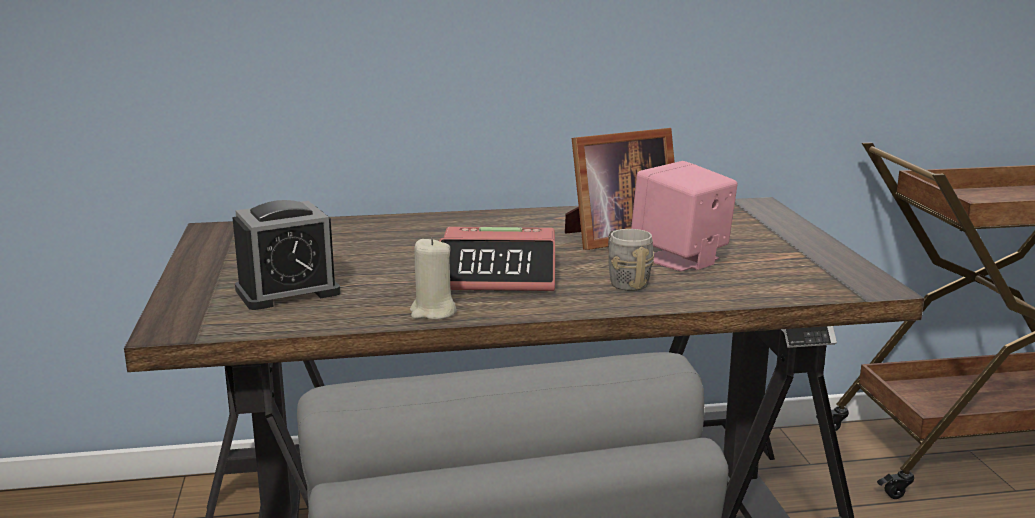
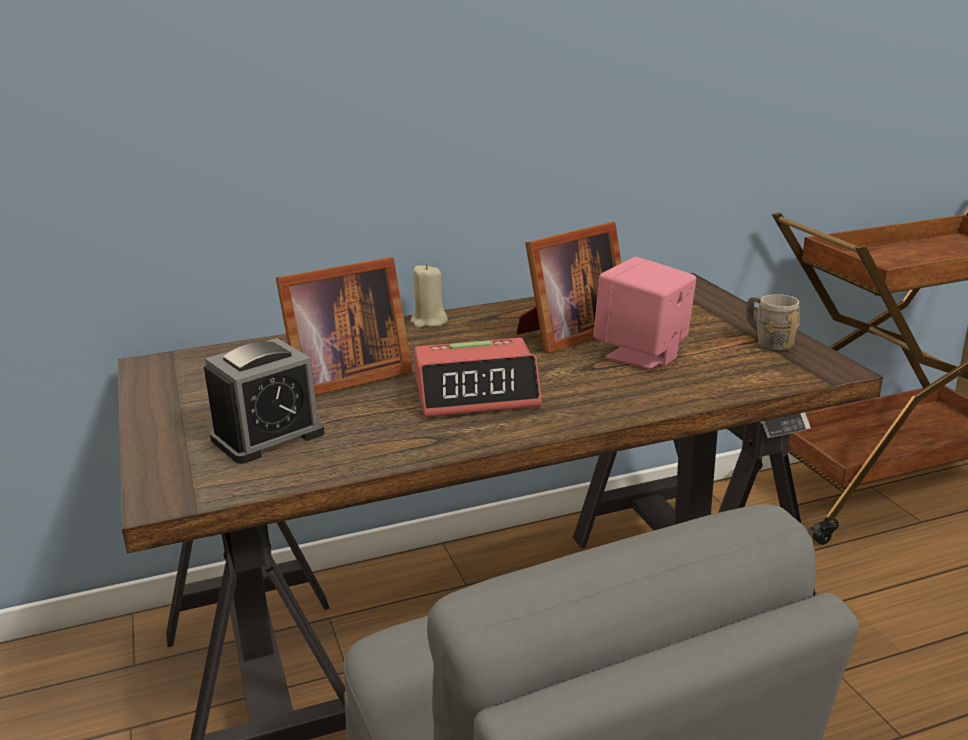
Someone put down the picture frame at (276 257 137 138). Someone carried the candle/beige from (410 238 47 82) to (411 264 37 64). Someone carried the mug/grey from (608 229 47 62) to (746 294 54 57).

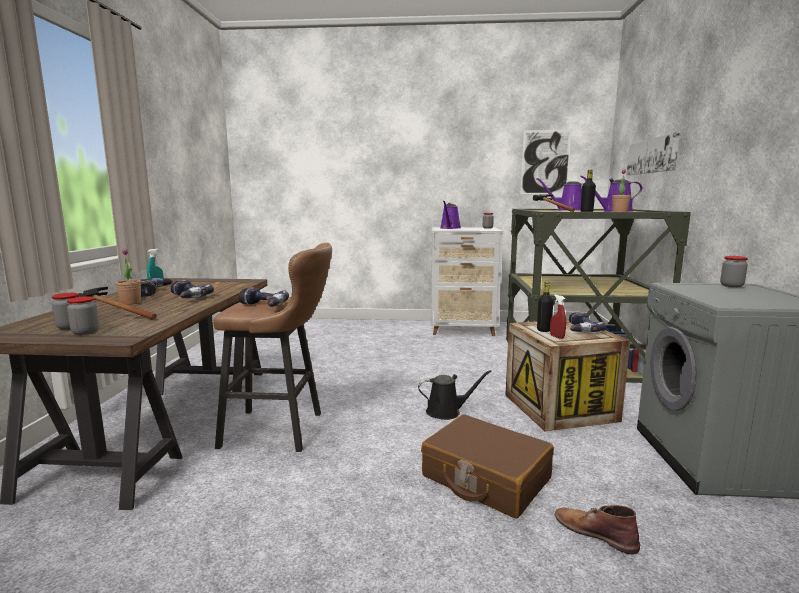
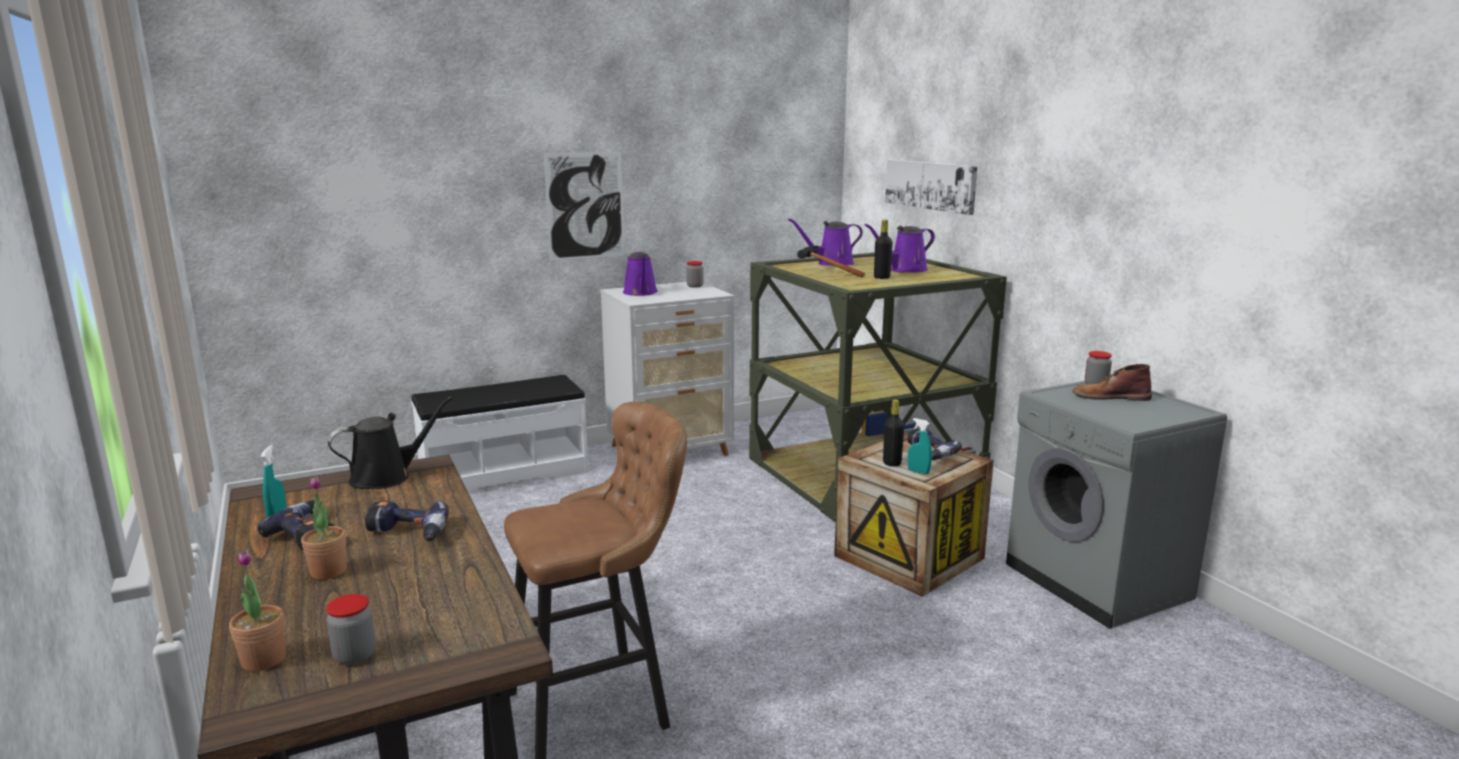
Someone carried the potted plant from (612 169 19 43) to (229 550 57 121). Someone carried the watering can/black from (418 370 74 50) to (328 397 125 92). Someone put down the bench/white at (411 375 177 118). Someone carried the picture from (520 130 52 64) to (544 152 80 109). Someone repainted the spray bottle/red at (550 295 16 44), which became the spray bottle/turquoise at (908 418 24 56). Someone carried the boot/brown from (555 505 85 50) to (1072 364 80 37). Someone took away the jar at (67 296 32 39). Someone took away the hammer at (77 287 80 33). Someone took away the power drill at (239 287 50 20). Someone took away the suitcase/brown at (421 414 133 104).

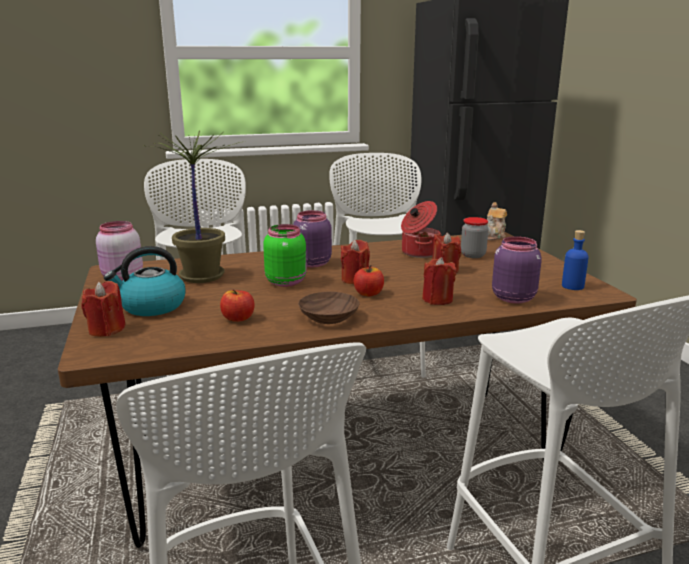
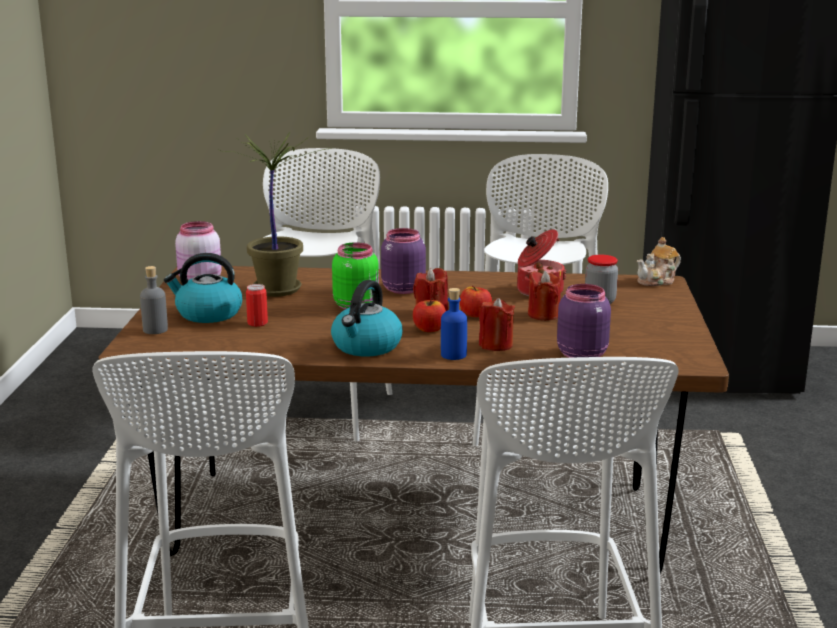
Someone swapped the candle/red at (82 281 44 56) for the bottle/grey at (140 266 28 68). Someone put down the can at (246 284 22 43). Someone swapped the bowl/brown at (298 292 62 32) for the kettle at (331 280 72 76). Someone carried the bottle/blue from (562 230 26 60) to (441 288 26 72). Someone carried the apple from (220 290 35 32) to (460 286 32 31).

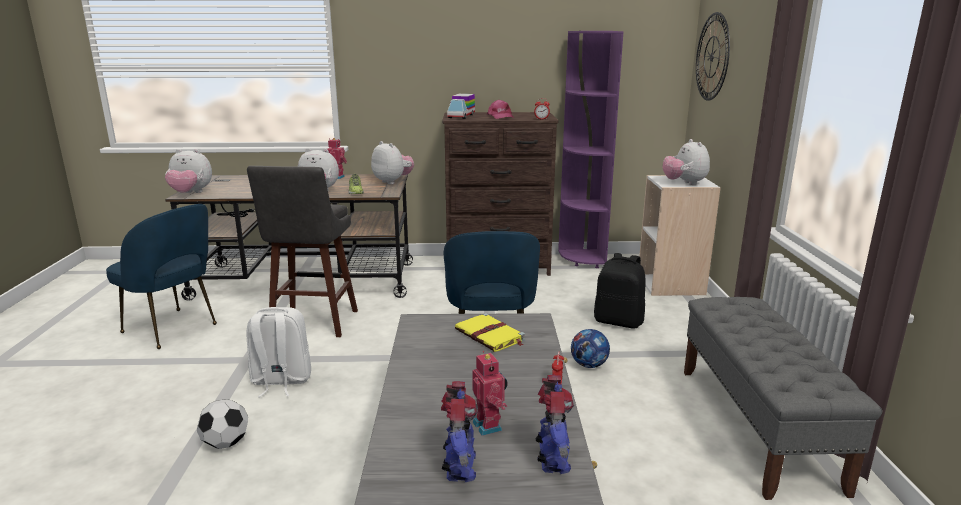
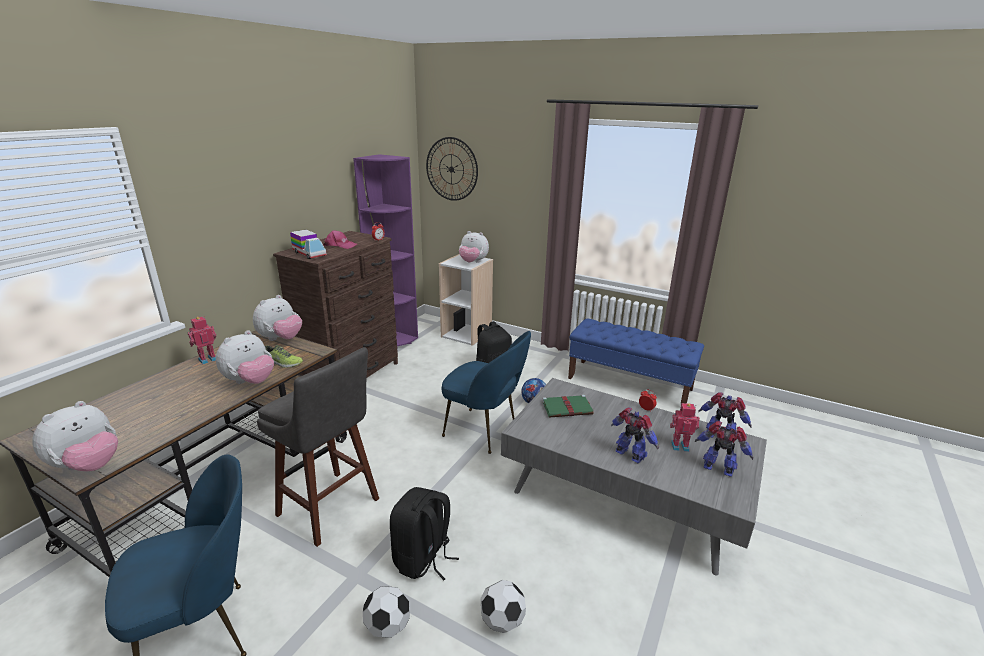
Someone rotated the plush toy at (371 141 43 43) by 135 degrees clockwise. Someone put down the football at (363 586 47 52). Someone repainted the backpack/white at (246 307 65 90), which became the backpack/black at (390 487 69 93). Someone repainted the book/yellow at (455 313 70 39), which became the book/green at (542 395 51 22). Someone repainted the bench/grey at (684 297 198 203), which became the bench/blue at (568 319 136 85). Someone put down the toy robot at (611 407 48 56).

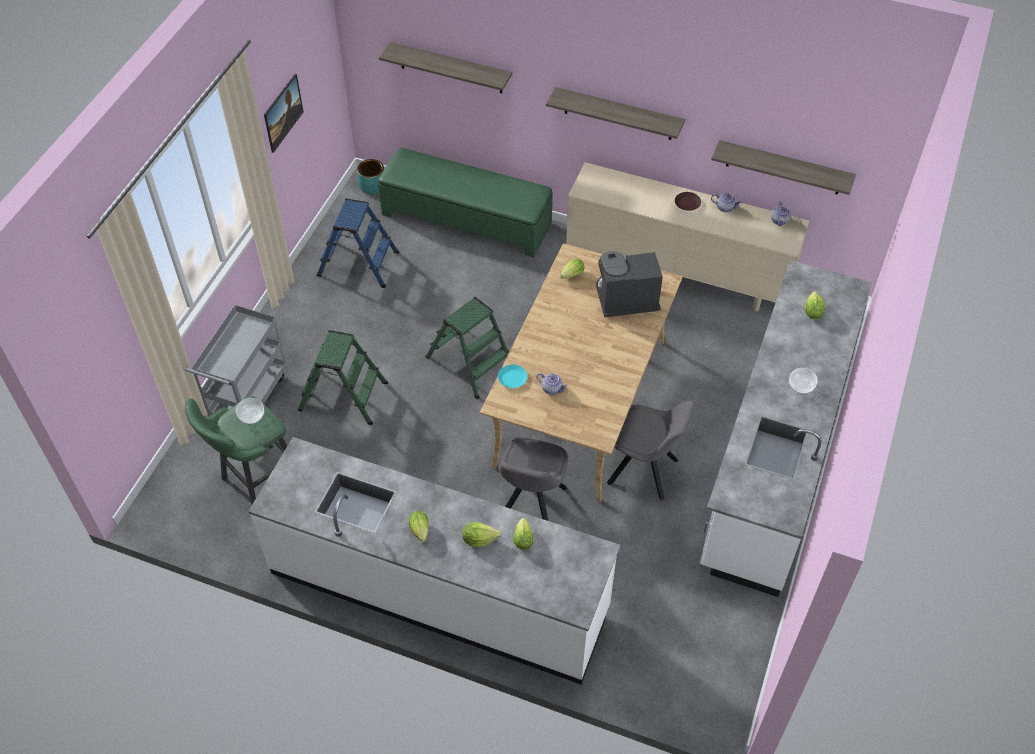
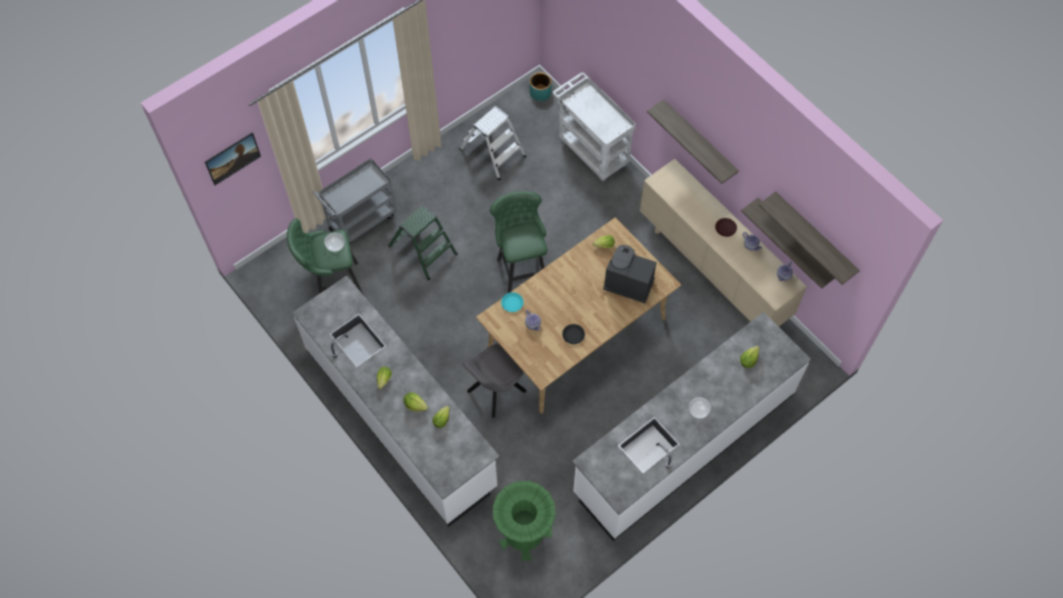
Someone carried the picture from (264 74 39 79) to (205 132 56 53). Someone repainted the step ladder/blue at (317 199 82 89), which became the step ladder/white at (459 106 67 75). Someone swapped the step ladder/green at (425 297 84 103) for the stool/green at (490 191 57 102). Someone put down the trash can/green at (493 481 63 80). Someone swapped the bench/green at (378 148 175 109) for the cart/white at (553 72 83 110). Someone put down the plate/black at (562 324 23 20). Someone carried the shelf from (379 42 133 51) to (759 191 101 94). Someone took away the chair/grey at (607 401 88 100).

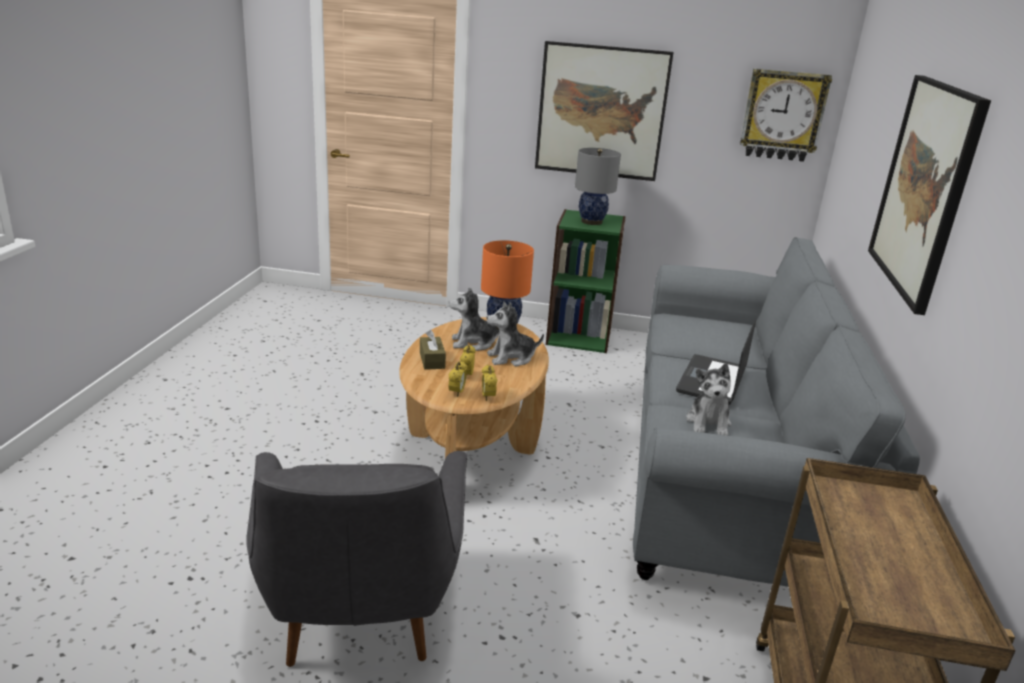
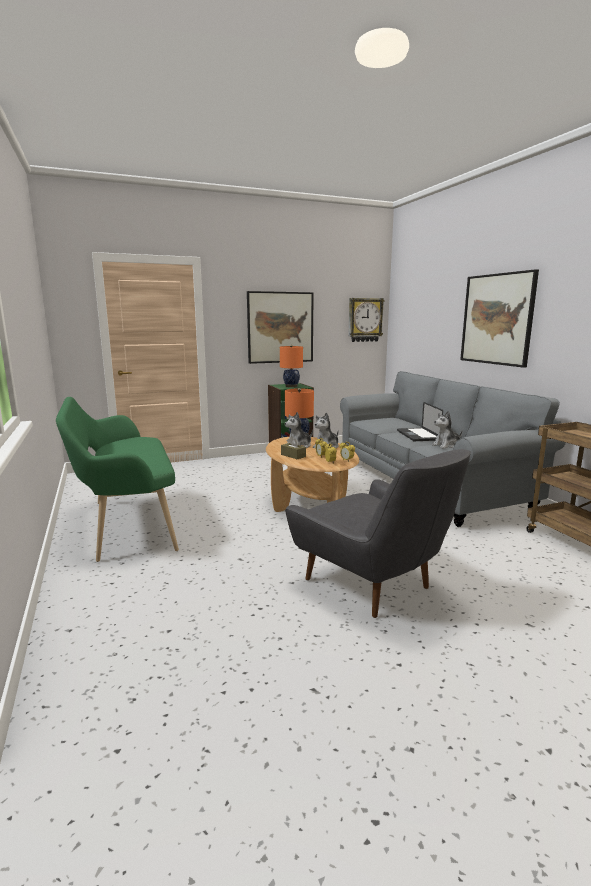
Someone put down the bench/green at (56 397 123 165). Someone repainted the table lamp/grey at (575 148 46 77), which became the table lamp/orange at (280 345 23 42). Someone rotated the plush toy at (686 363 45 73) by 90 degrees clockwise.

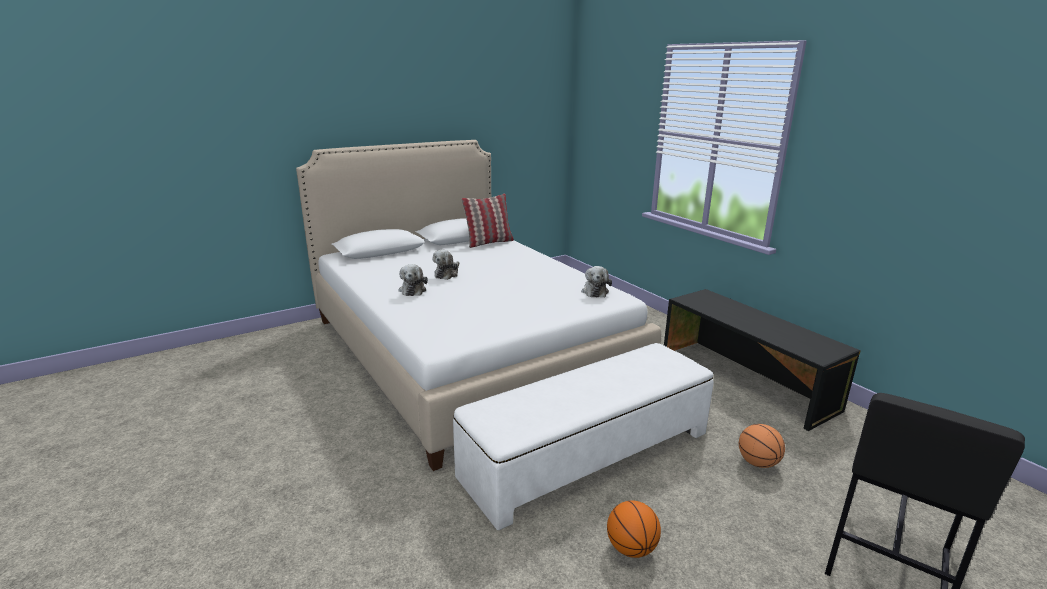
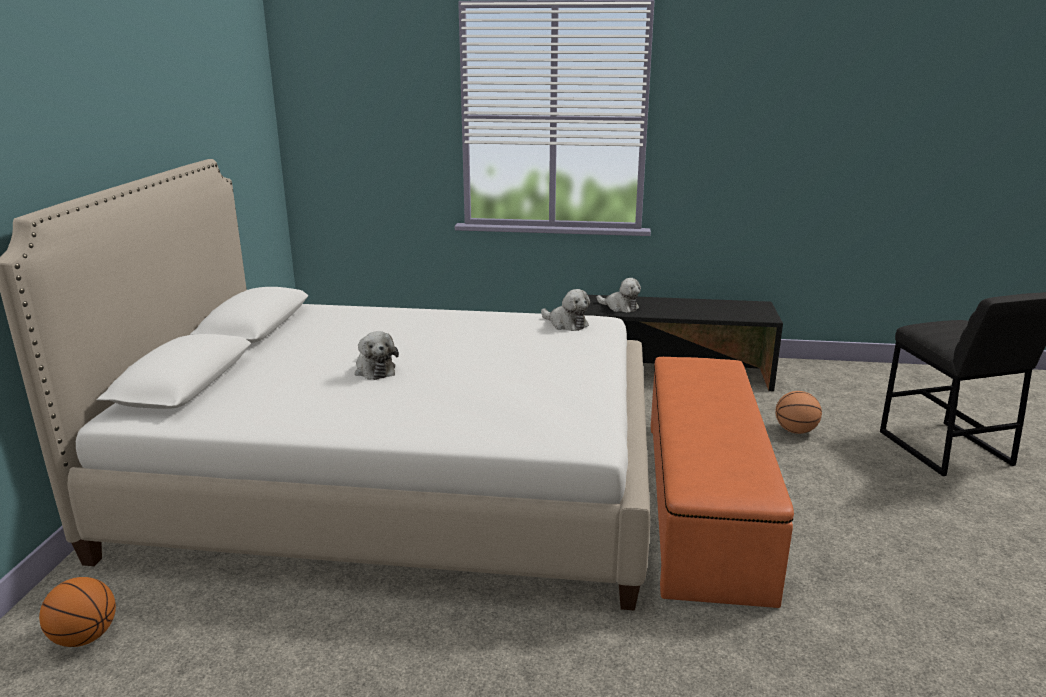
Someone carried the basketball from (607 500 54 58) to (39 577 77 70). Someone carried the plush toy from (398 264 30 32) to (597 278 44 35). Someone repainted the bench/white at (453 343 261 187), which became the bench/orange at (651 357 143 251). Someone took away the pillow at (461 193 53 55).

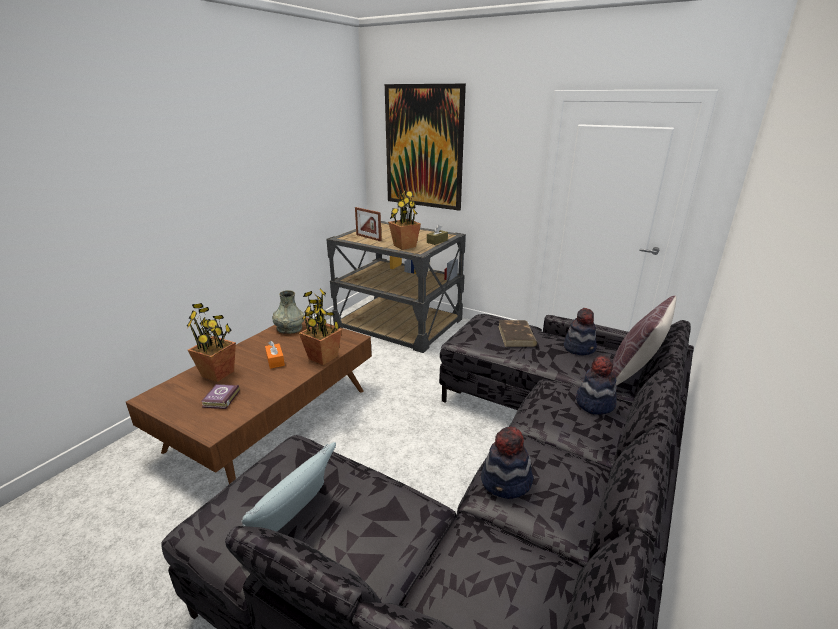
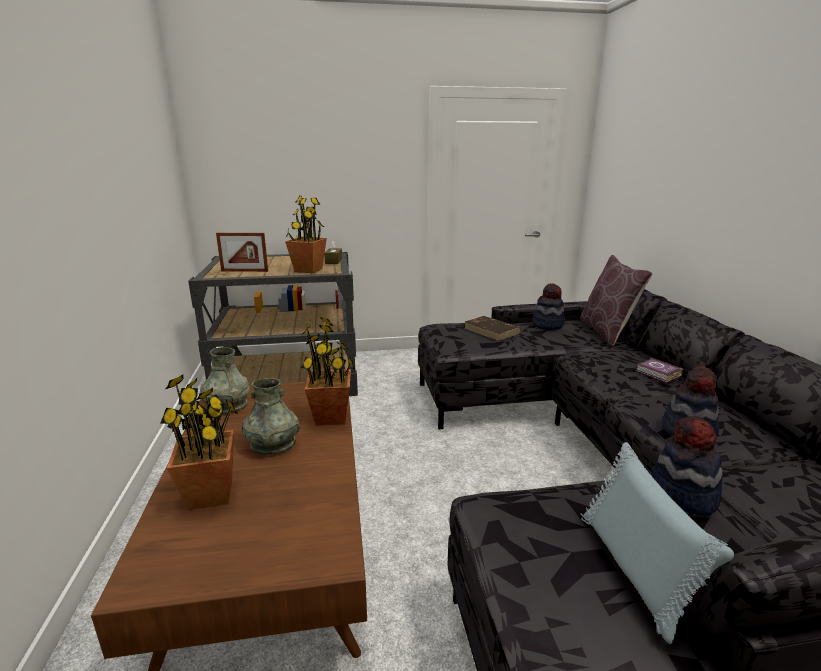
Someone swapped the tissue box/orange at (265 341 20 28) for the vase/grey at (242 378 58 77). Someone carried the book from (201 384 39 25) to (635 358 48 26). Someone carried the hat from (576 355 41 60) to (651 416 72 100). Someone took away the picture at (385 84 81 127).

